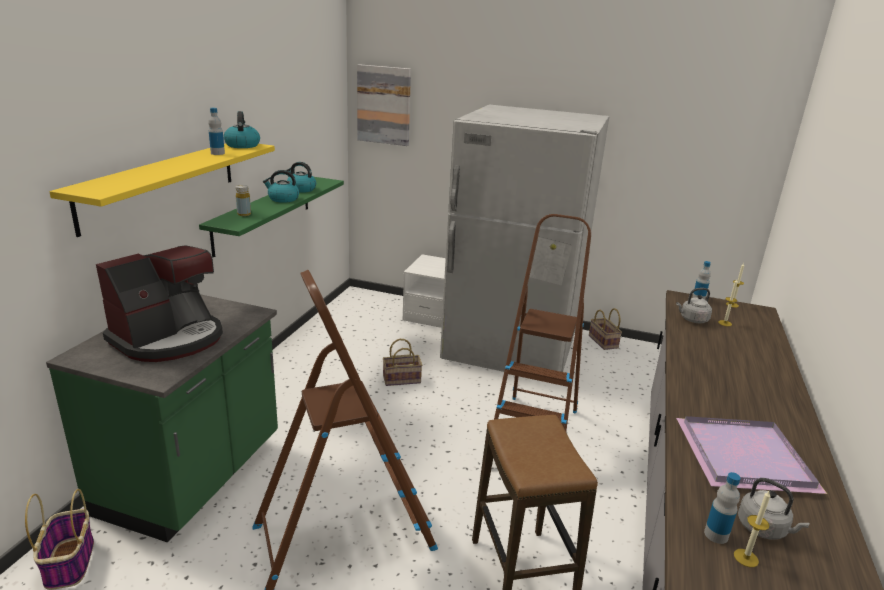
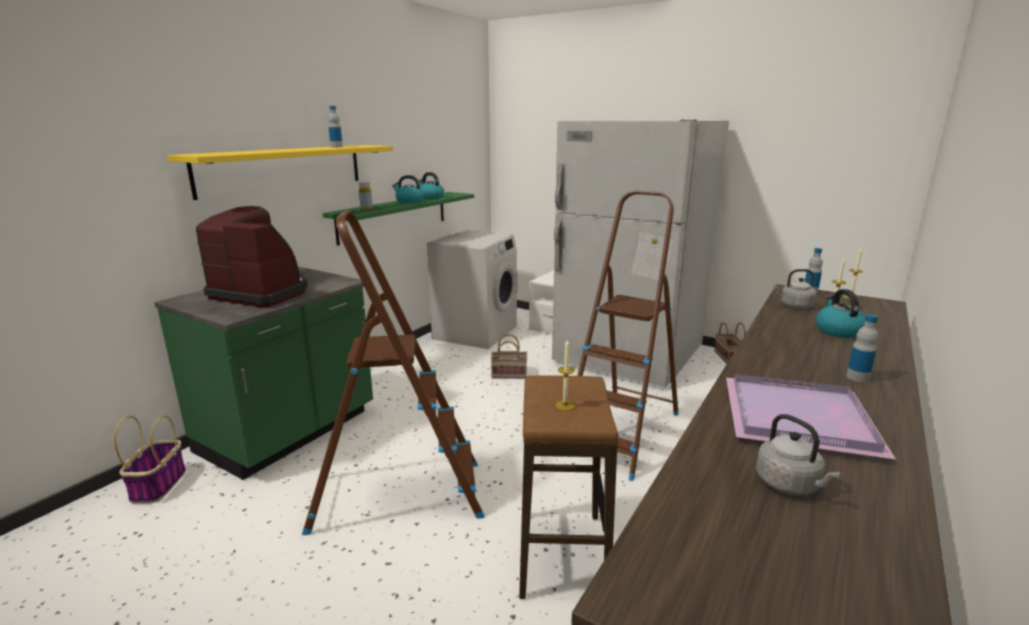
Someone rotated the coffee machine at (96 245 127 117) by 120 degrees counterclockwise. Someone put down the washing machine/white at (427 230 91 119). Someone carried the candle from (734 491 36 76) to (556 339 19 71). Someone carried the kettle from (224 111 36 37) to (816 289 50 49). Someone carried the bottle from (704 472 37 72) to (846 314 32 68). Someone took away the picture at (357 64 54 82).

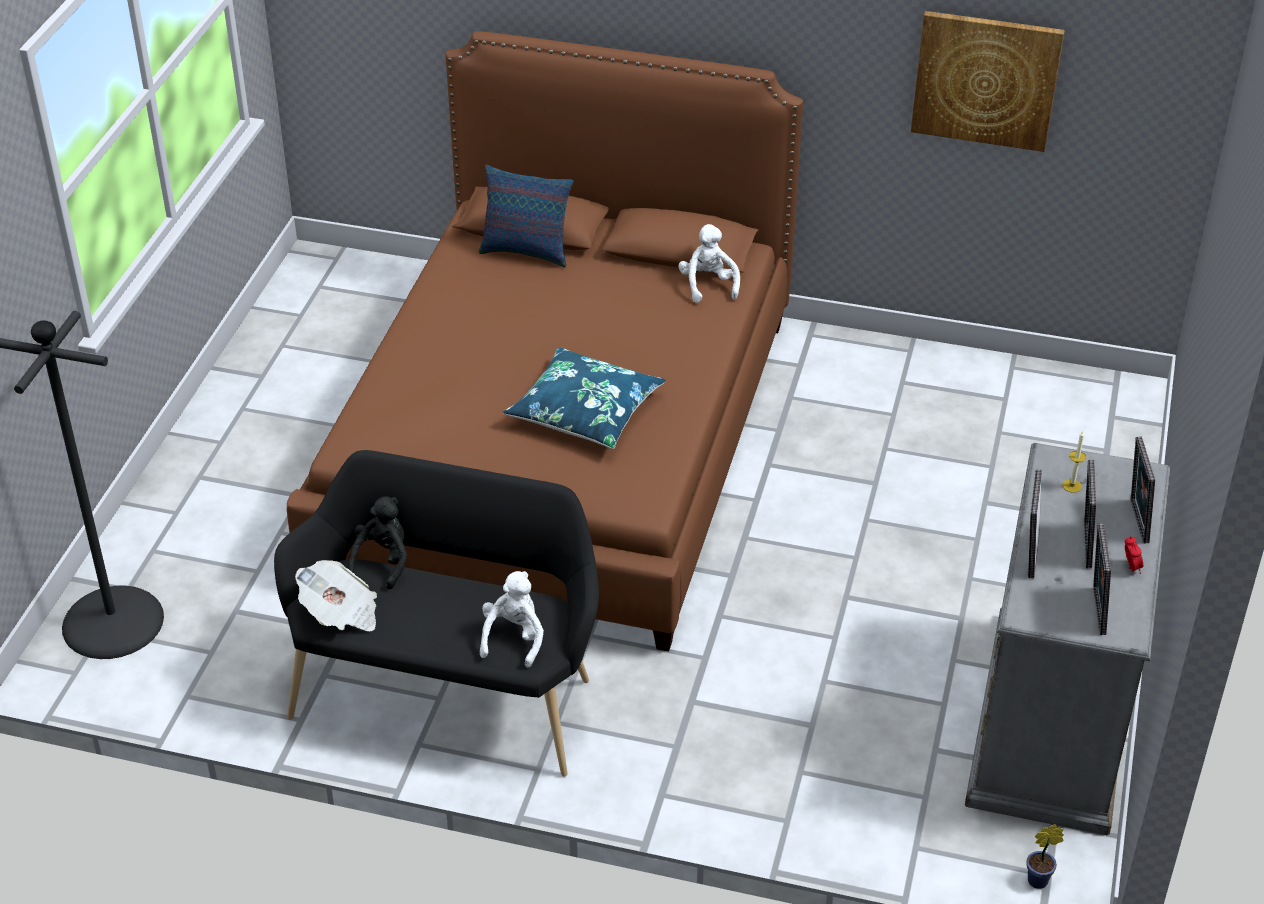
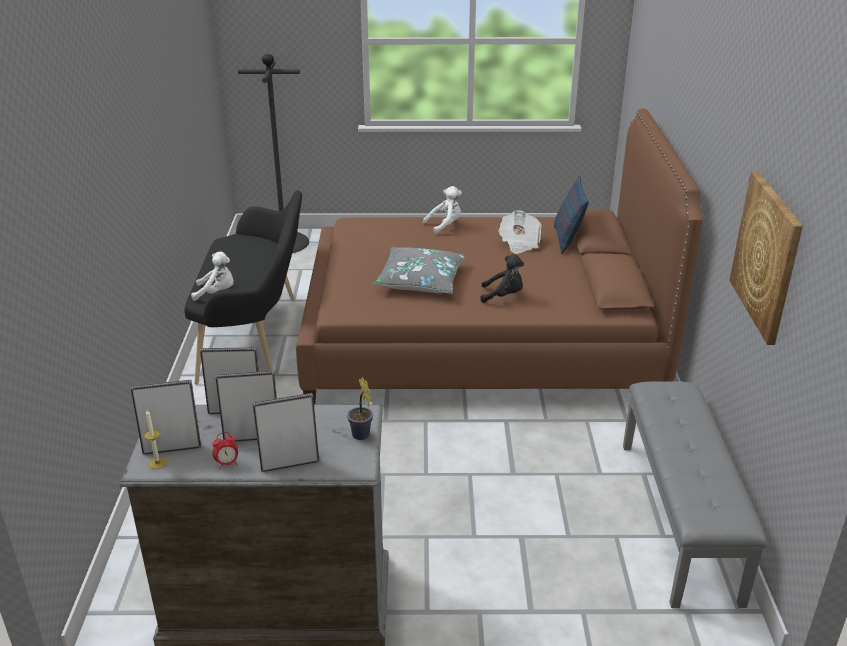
Someone carried the candle from (1062 431 24 62) to (144 410 23 59). Someone carried the potted plant from (1026 824 38 65) to (347 377 26 63). Someone repainted the pillow/blue at (503 347 163 102), which became the pillow/grey at (374 247 91 47). Someone carried the plush toy/white from (678 224 62 79) to (423 186 39 48). Someone carried the plush toy/black from (347 496 60 93) to (481 254 43 49). Someone carried the newspaper from (295 560 82 71) to (498 210 44 44). Someone put down the bench/grey at (623 381 144 227).

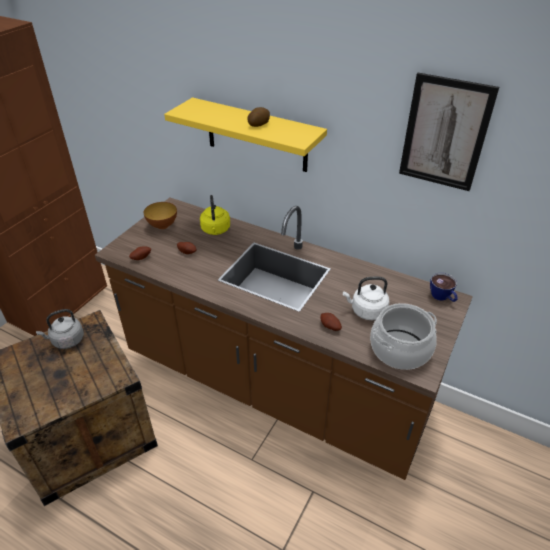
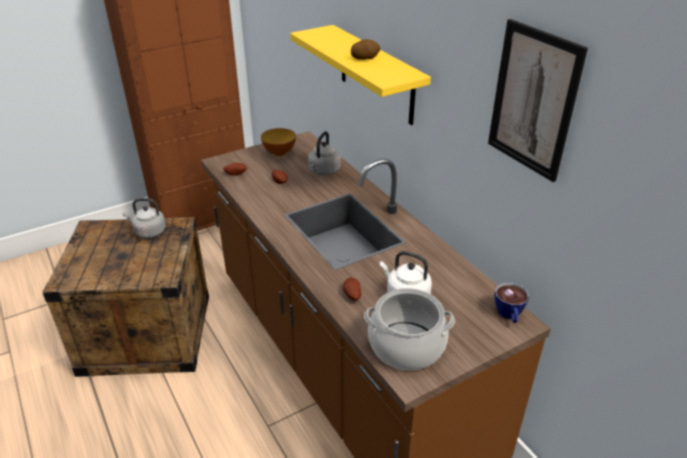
Someone repainted the kettle/yellow at (200 195 30 40), which became the kettle/grey at (308 131 33 45).

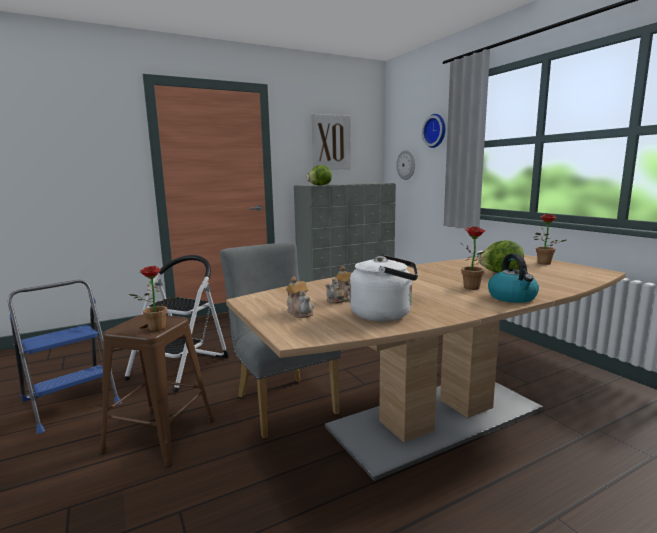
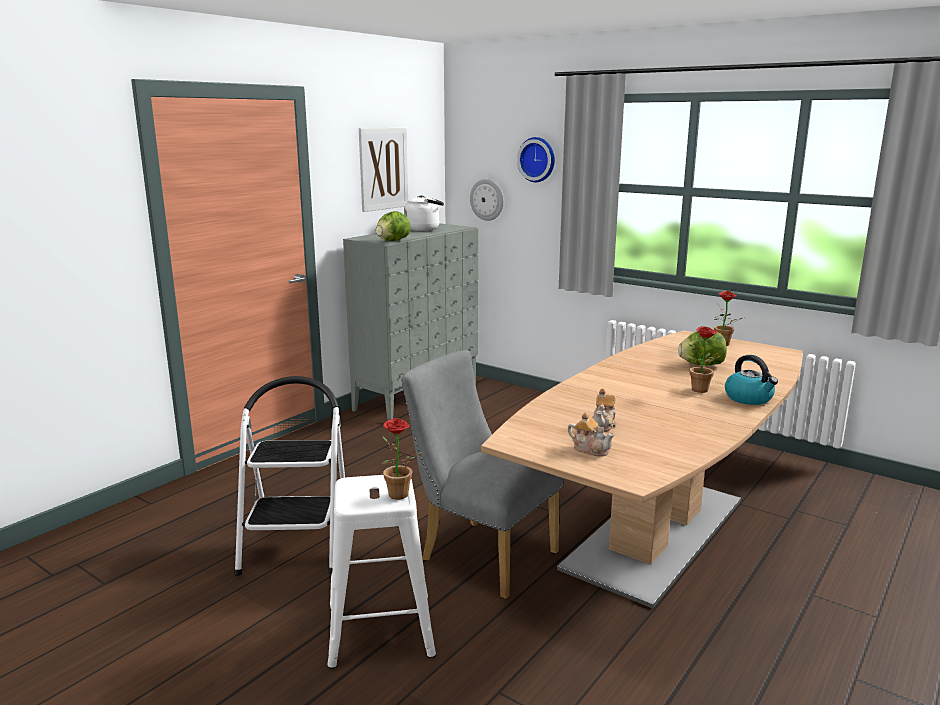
Someone repainted the stool/brown at (99 314 116 153), which became the stool/white at (327 475 109 194). Someone carried the kettle/white from (350 255 68 67) to (404 195 40 36). Someone took away the step ladder/blue at (8 280 114 154).

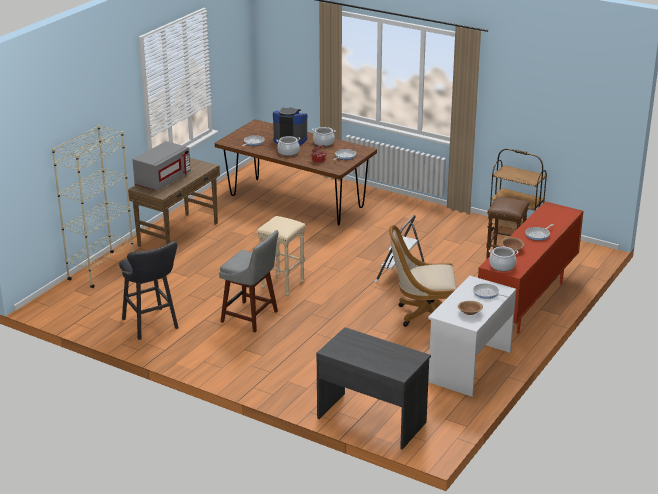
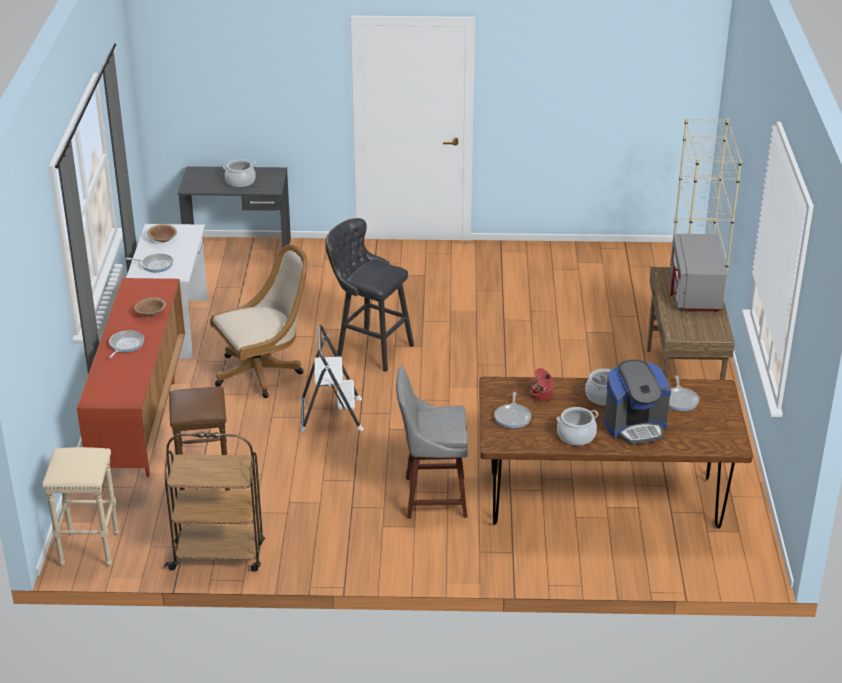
Someone carried the stool/beige from (257 216 49 80) to (42 447 77 120). Someone carried the cooking pot from (489 247 29 24) to (223 160 33 28). Someone carried the stool/black from (119 241 60 99) to (325 218 89 154). Someone carried the chair/grey from (219 230 60 102) to (396 366 72 153).

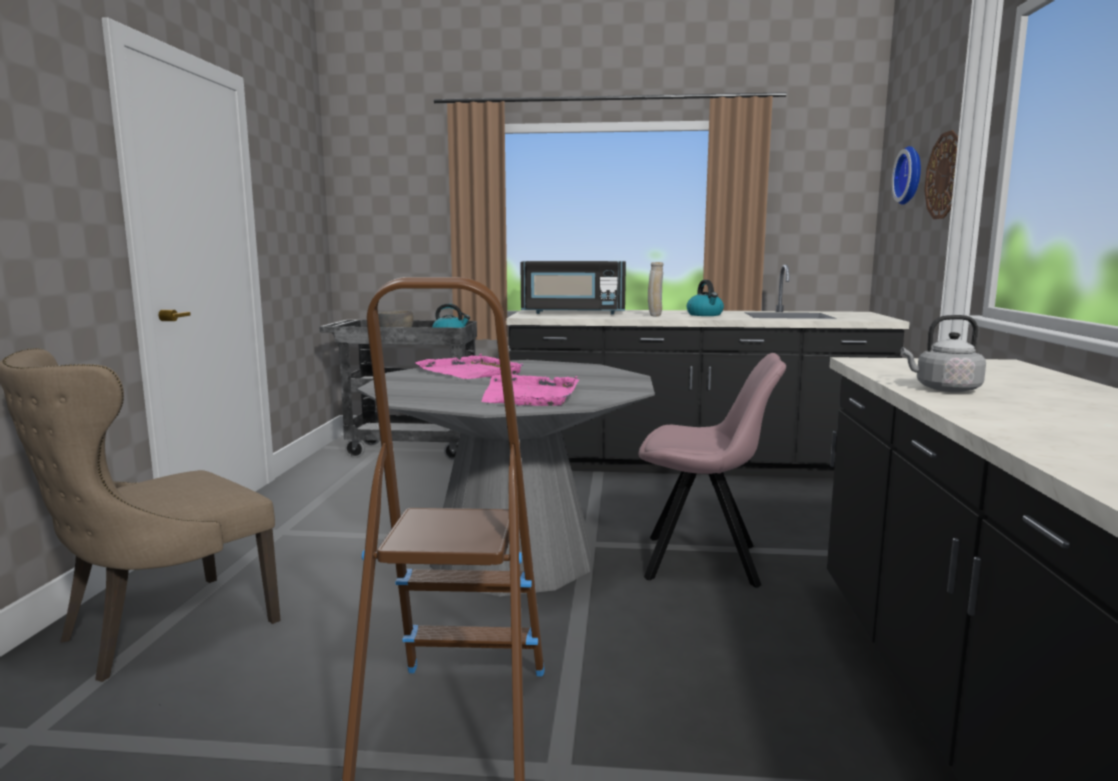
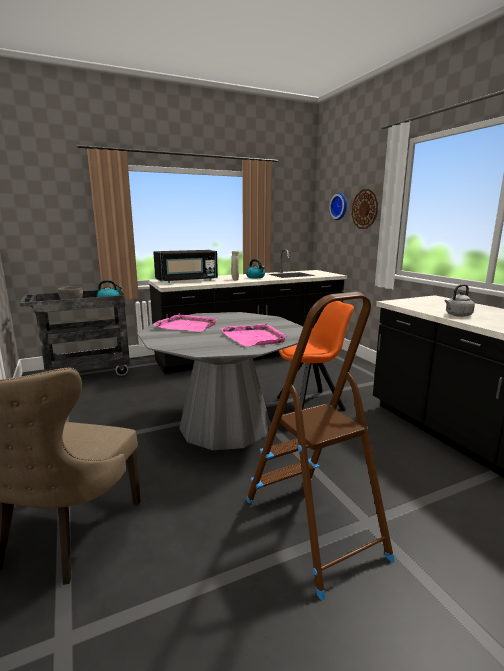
Someone repainted the chair/pink at (638 353 148 235), which became the chair/orange at (277 301 77 110).

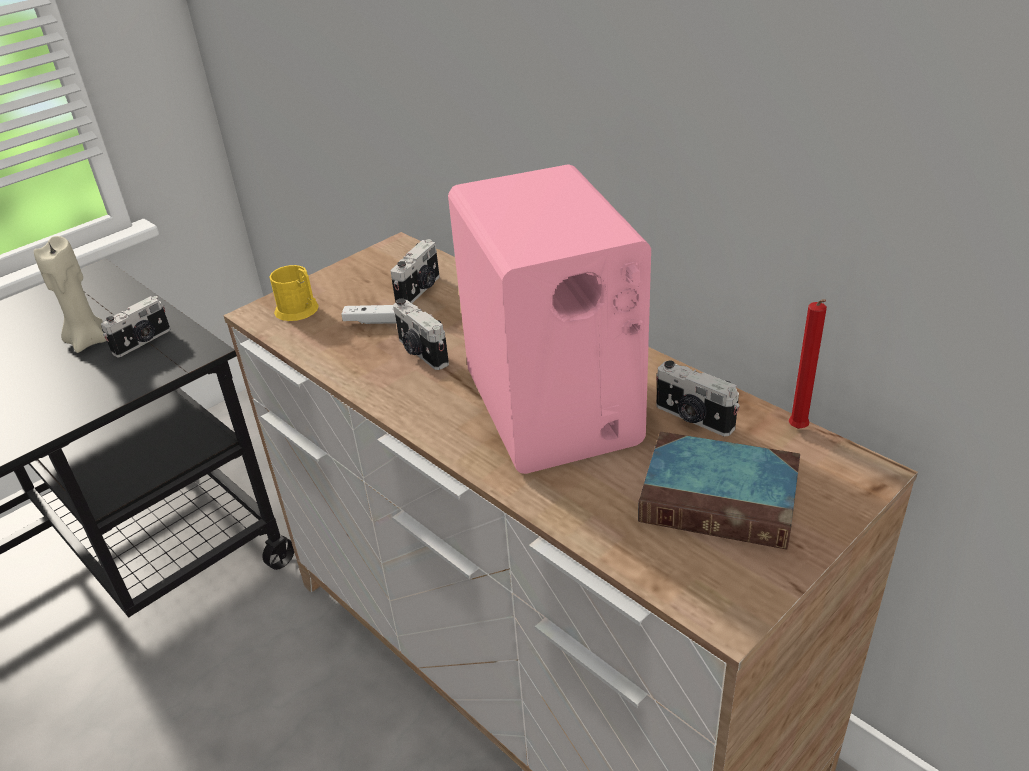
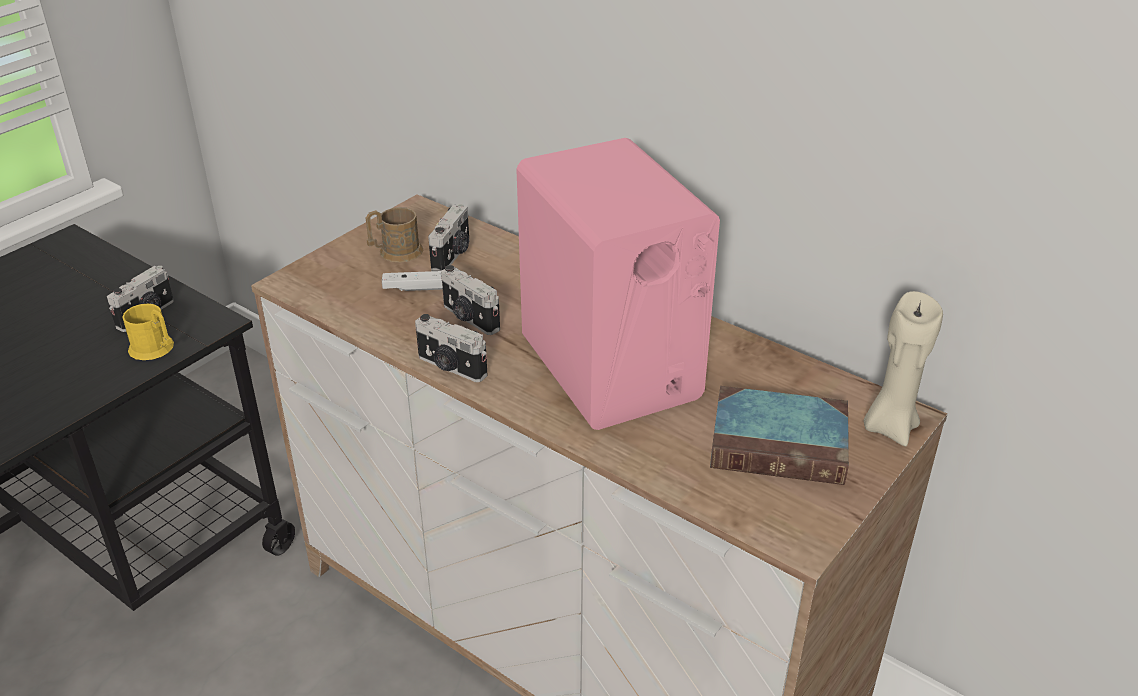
Someone carried the mug/yellow from (270 265 49 56) to (122 304 52 56). Someone put down the mug/brown at (365 207 58 56). Someone carried the photo camera from (656 360 84 76) to (415 314 72 68). Someone carried the candle/beige from (34 236 73 117) to (864 291 79 155). Someone took away the candle/red at (789 299 38 130).

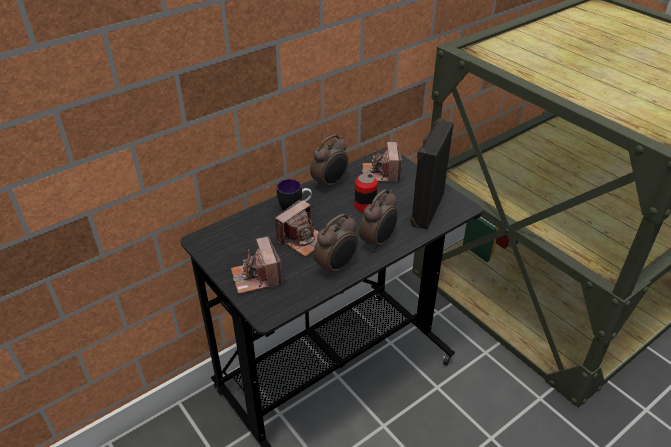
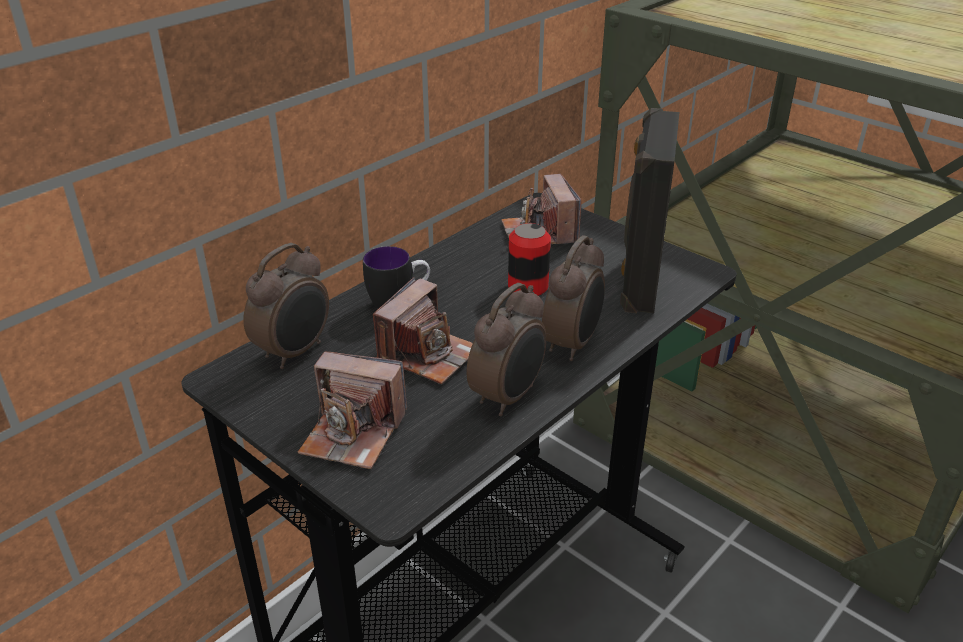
Someone carried the alarm clock from (310 134 38 57) to (243 243 86 126). Someone rotated the photo camera at (231 236 52 58) by 45 degrees counterclockwise.

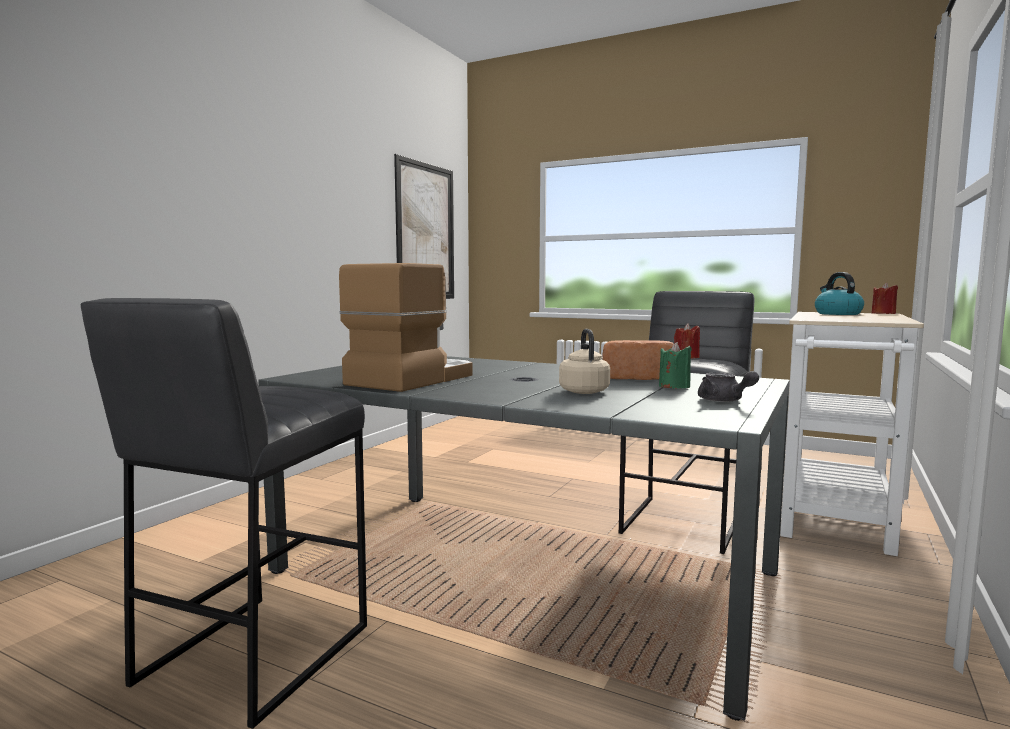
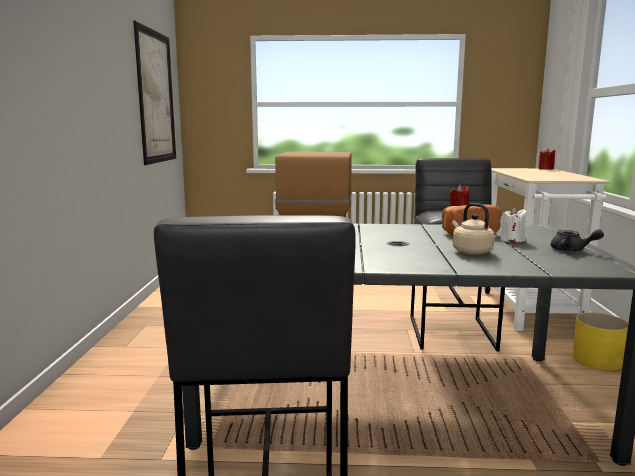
Someone repainted the candle/green at (659 342 33 47), which became the candle/white at (500 207 27 35). Someone put down the planter/yellow at (573 312 55 59). Someone took away the kettle at (815 272 49 43).

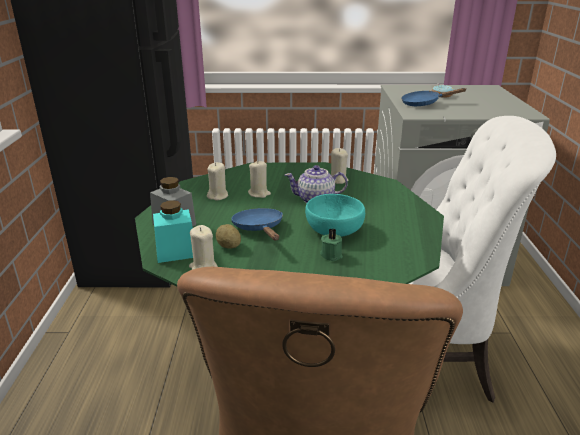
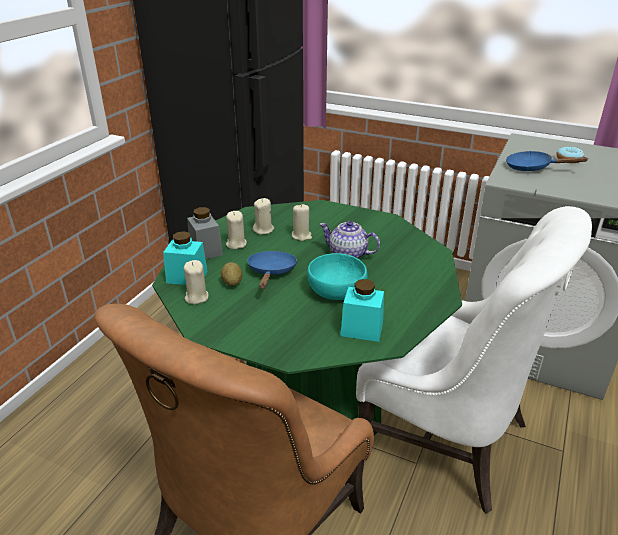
Someone carried the candle/beige from (331 148 17 36) to (226 211 21 38). Someone put down the jar/turquoise at (340 279 44 63). Someone took away the candle/green at (320 228 23 33).

